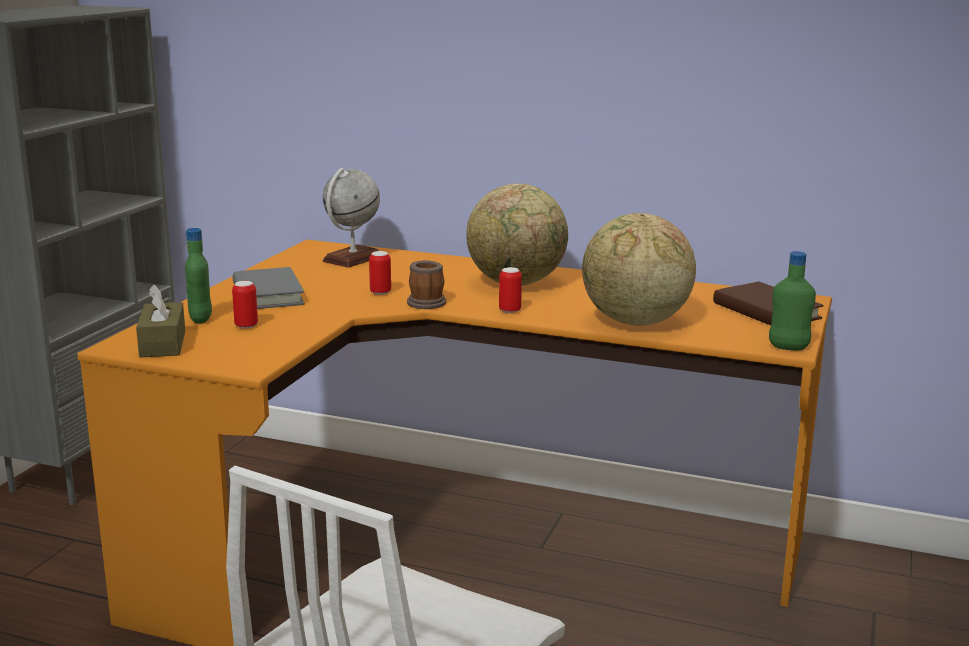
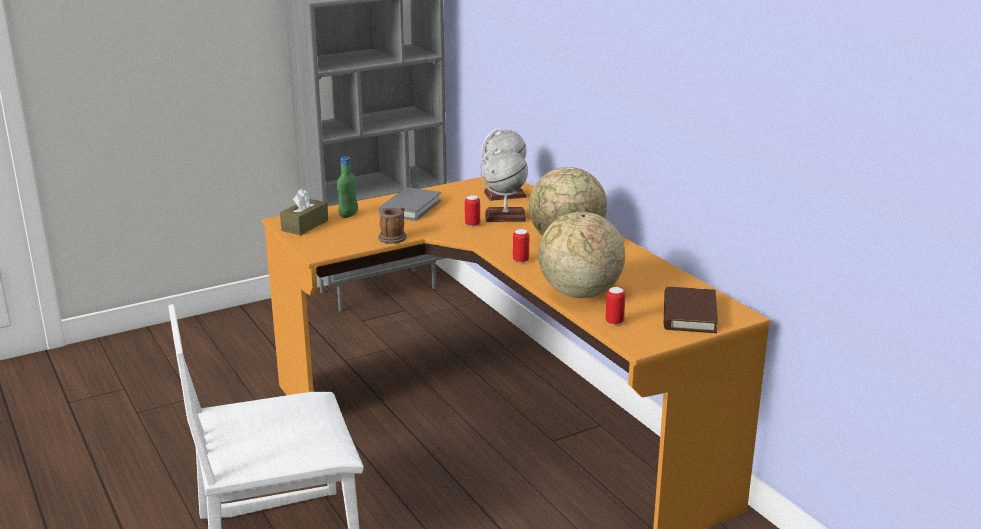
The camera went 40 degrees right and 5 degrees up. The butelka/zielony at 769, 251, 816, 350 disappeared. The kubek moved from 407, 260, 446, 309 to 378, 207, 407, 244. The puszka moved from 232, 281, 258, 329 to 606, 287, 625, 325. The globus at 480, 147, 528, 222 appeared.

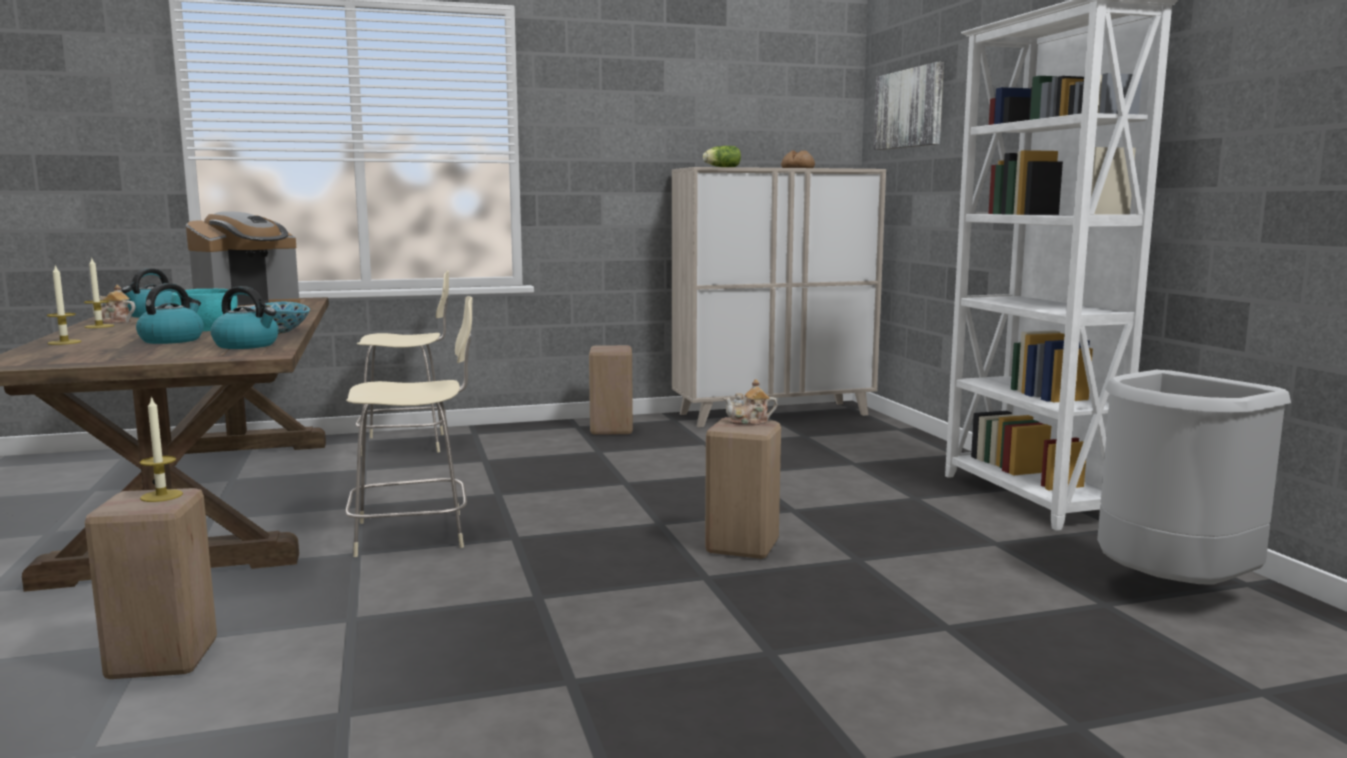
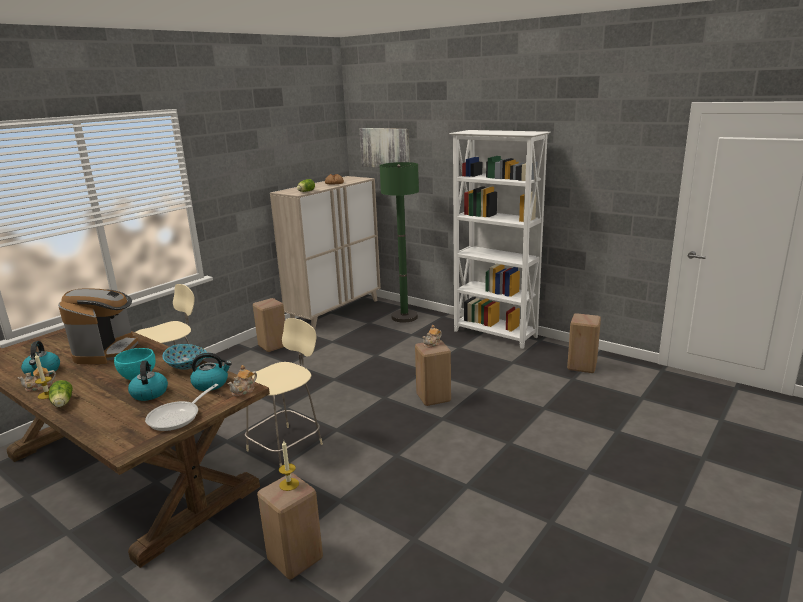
The camera went 35 degrees left and 10 degrees up. The świeca at 47, 264, 81, 345 disappeared. The kosz na śmieci/szary at 1097, 370, 1291, 585 was replaced by the stołek/beżowy at 567, 313, 601, 373. The lampa stojąca/zielony at 380, 162, 419, 323 appeared. The imbryk at 228, 365, 257, 396 appeared. The sałata at 49, 380, 73, 407 appeared. The patelnia at 145, 384, 218, 431 appeared.

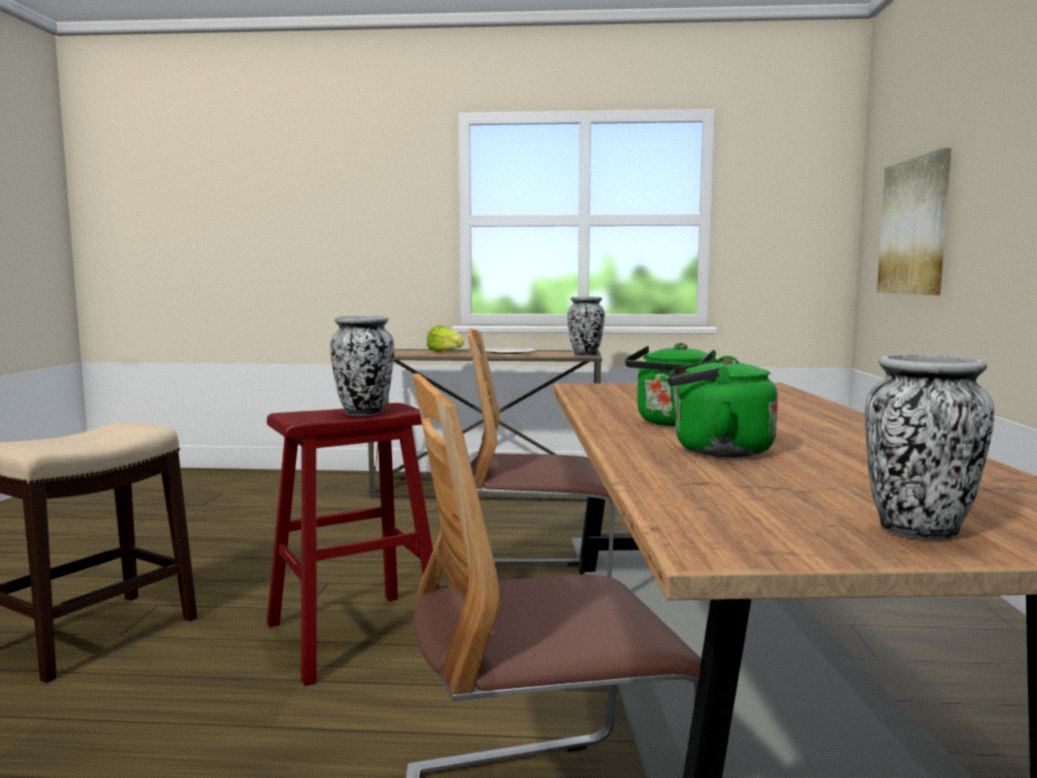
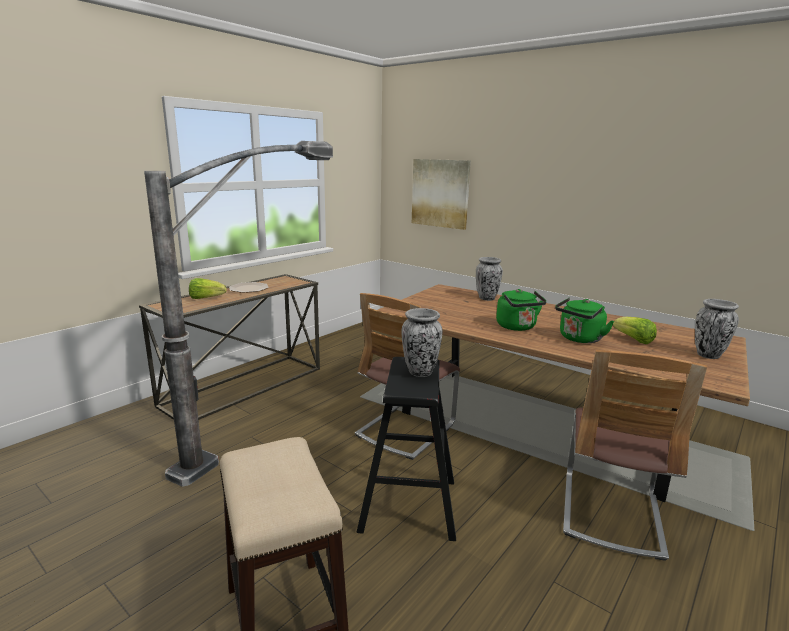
The camera went 55 degrees left and 10 degrees up. The wazon moved from 567, 297, 605, 356 to 476, 257, 503, 301. The stołek/czerwony at 267, 403, 439, 686 became the stołek/czarny at 356, 357, 456, 541. The lampa stojąca at 144, 141, 333, 487 appeared. The sałata at 613, 317, 657, 344 appeared.

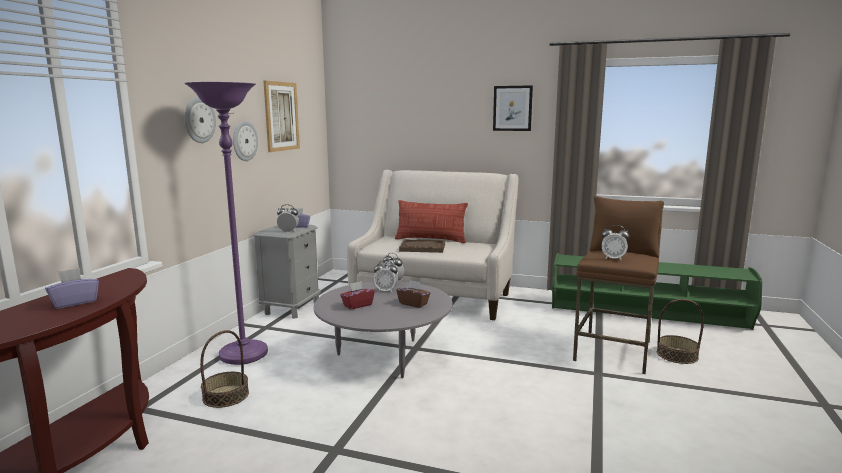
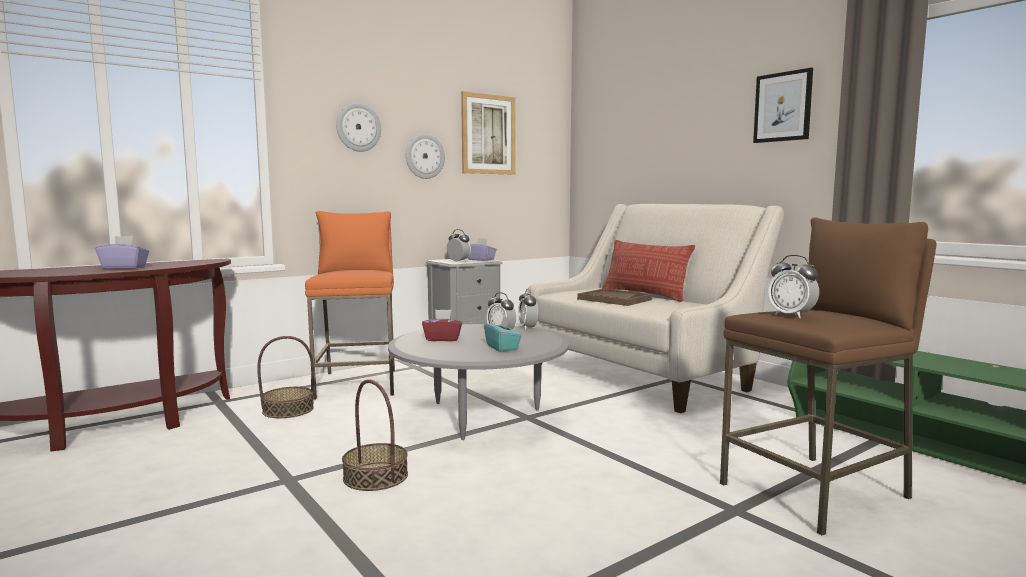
The camera went 35 degrees right and 5 degrees down. The lampa stojąca/fioletowy at 184, 82, 268, 365 was replaced by the stołek/pomarańczowy at 305, 211, 395, 400. The pudełko chusteczek/brązowy at 396, 280, 431, 308 became the pudełko chusteczek/turkusowy at 484, 316, 522, 352. The koszyk moved from 657, 299, 704, 364 to 342, 379, 408, 491.

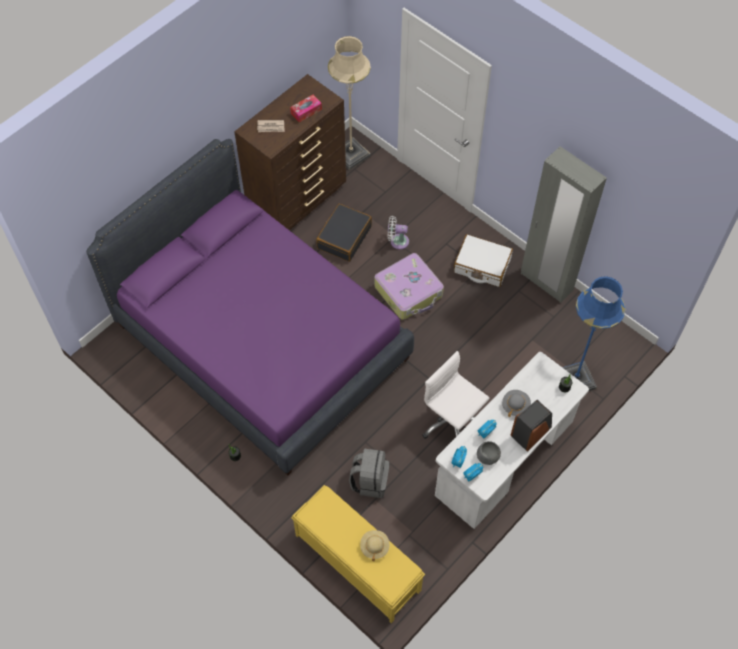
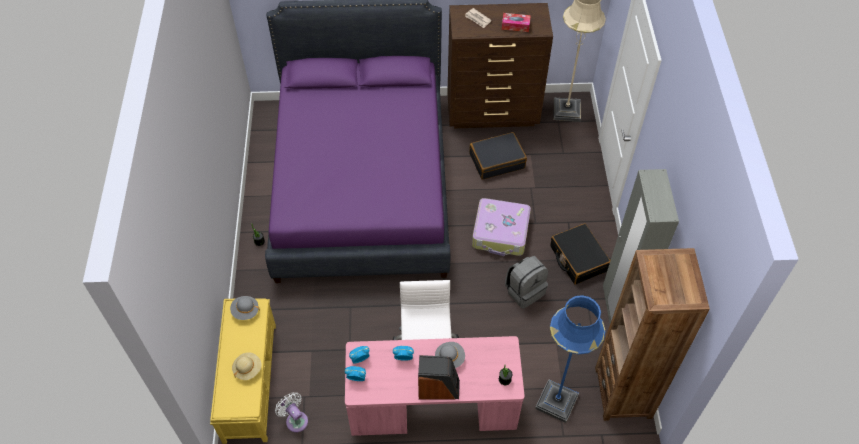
The camera went 45 degrees right and 5 degrees down. The wentylator/biały moved from 388, 216, 409, 250 to 275, 392, 308, 432. The walizka/biały at 454, 234, 513, 287 became the walizka/czarny at 550, 223, 611, 285. The biurko/biały at 435, 352, 589, 529 became the biurko/różowy at 345, 336, 525, 436. The miska/szary at 477, 441, 501, 465 disappeared. The plecak/szary moved from 349, 448, 389, 498 to 505, 256, 548, 309. The regał/brązowy at 595, 248, 710, 421 appeared. The kapelusz/szary at 230, 296, 260, 320 appeared.

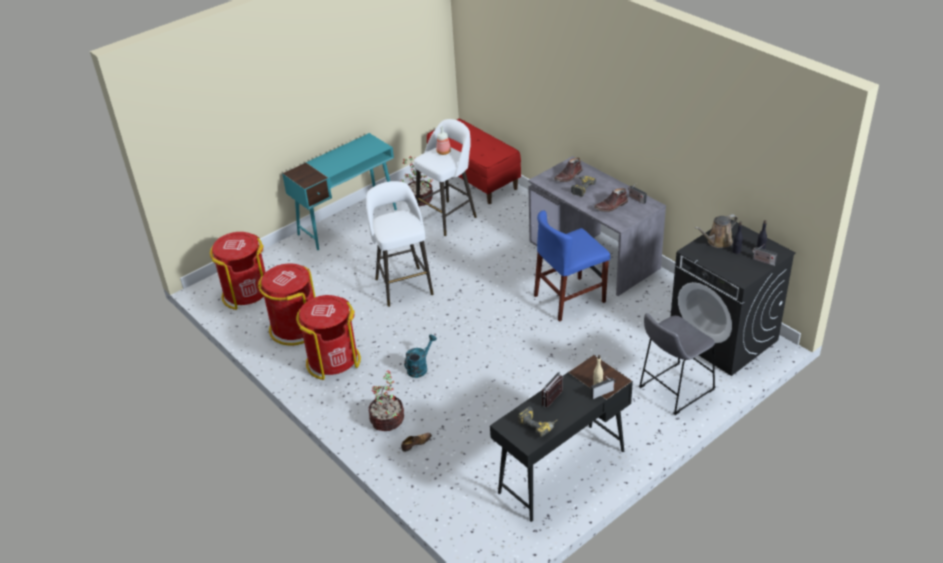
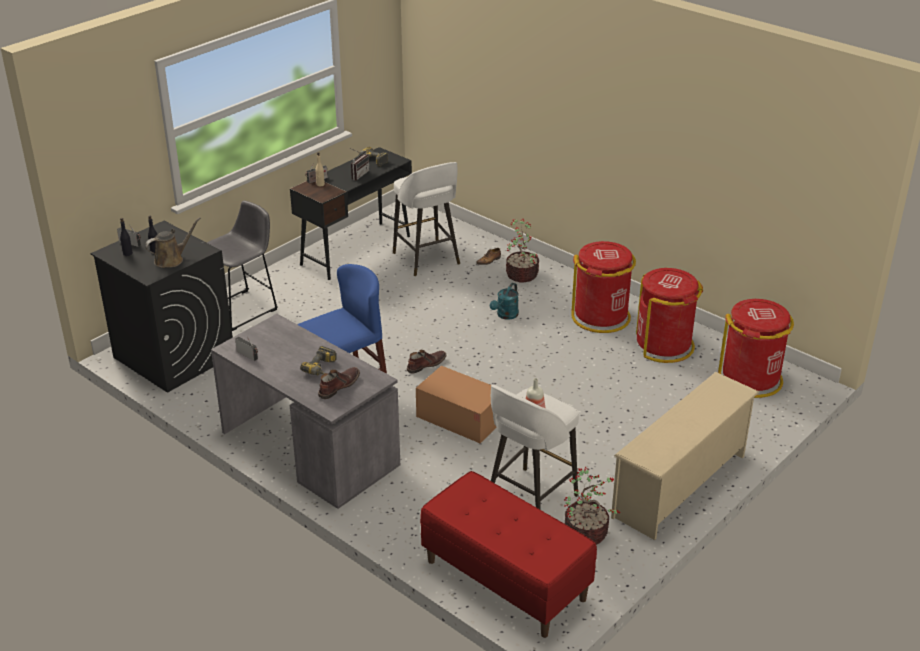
The camera went 170 degrees right and 5 degrees down. The biurko/turkusowy at 282, 133, 397, 250 was replaced by the regał na buty/beżowy at 611, 372, 759, 540. The stołek/biały moved from 366, 181, 434, 307 to 393, 162, 460, 276. The but z cholewką/brązowy moved from 594, 188, 628, 212 to 407, 350, 446, 373. The karton at 416, 366, 496, 443 appeared.

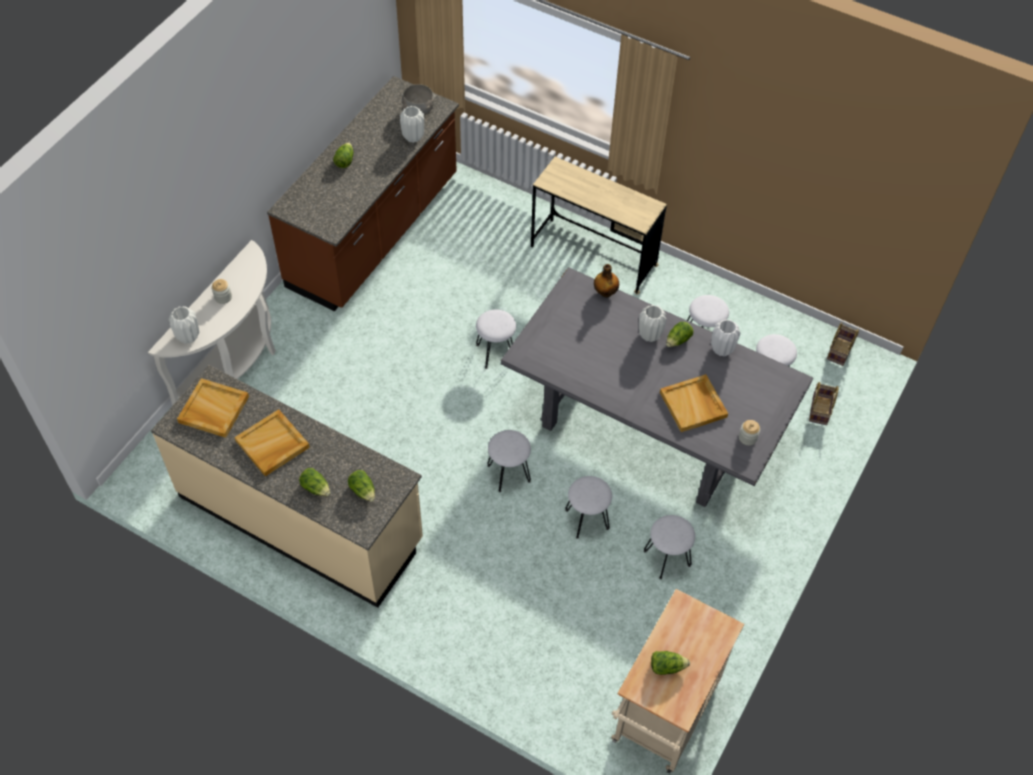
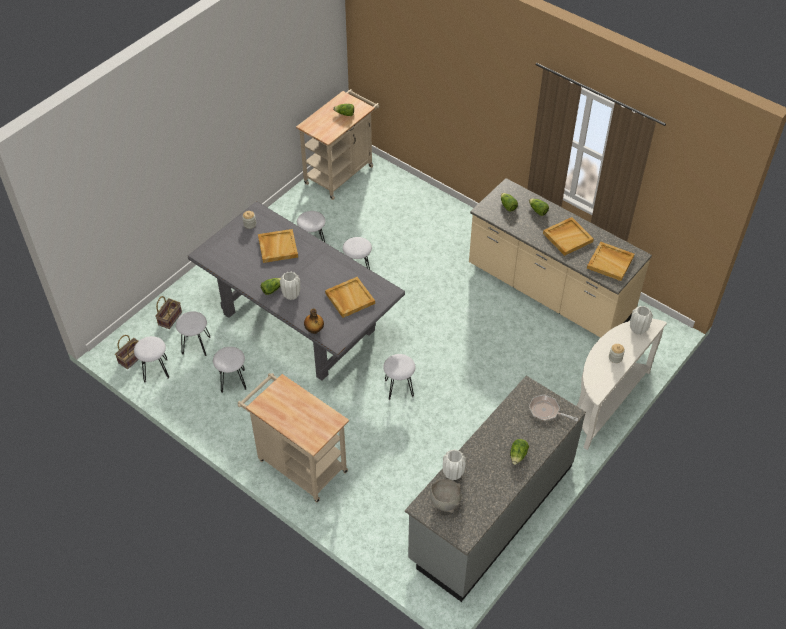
The camera went 170 degrees left and 5 degrees down. The zabudowa kuchenna/brązowy at 267, 76, 459, 311 became the zabudowa kuchenna/szary at 405, 376, 586, 602. The biurko/beżowy at 531, 157, 667, 295 was replaced by the wózek/beżowy at 238, 373, 349, 503. The wazon/biały at 711, 319, 740, 356 disappeared. The stołek/biały moved from 487, 430, 531, 492 to 134, 336, 169, 382. The taca/beżowy at 325, 277, 375, 318 appeared. The patelnia at 529, 394, 578, 421 appeared.

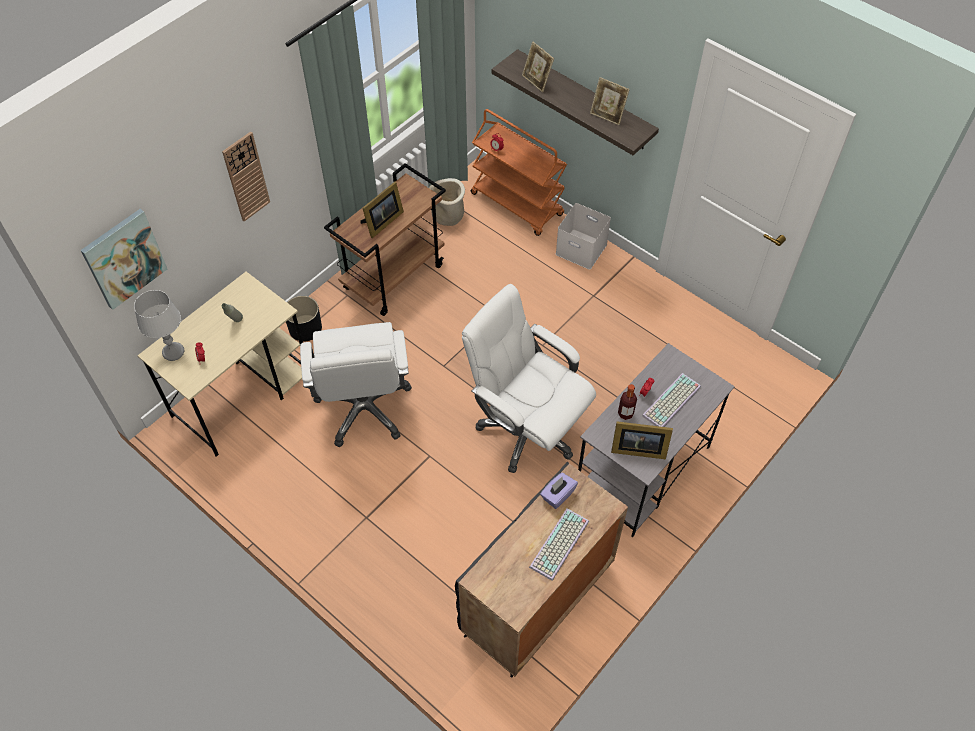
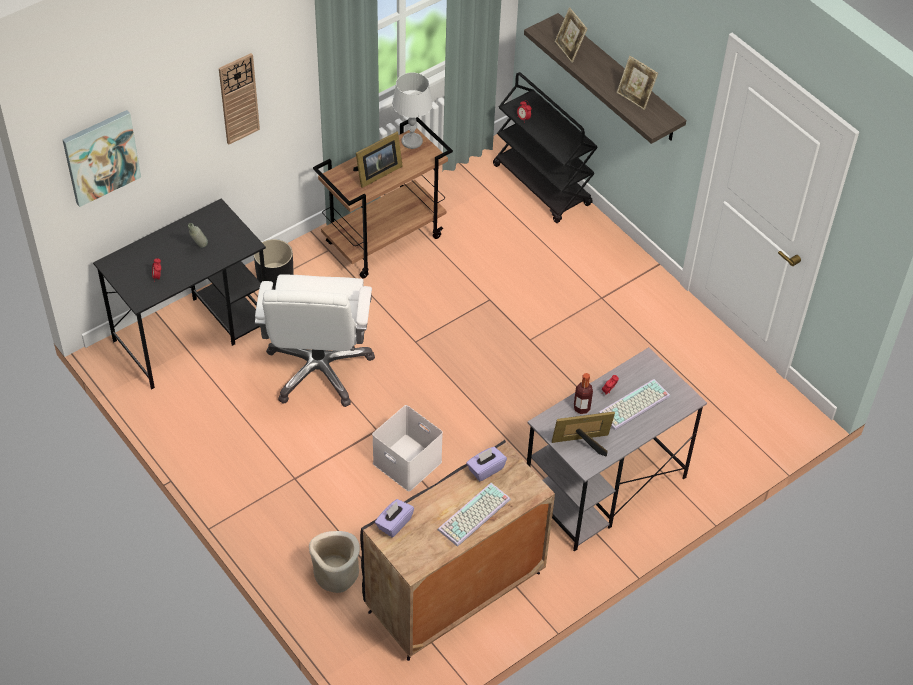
The camera went 10 degrees right and 5 degrees down. The wózek/pomarańczowy at 471, 109, 567, 236 became the wózek/czarny at 493, 72, 598, 223. The donica/beżowy moved from 429, 178, 465, 226 to 309, 531, 360, 593. The pojemnik do przechowywania/biały moved from 556, 203, 611, 270 to 372, 405, 443, 491. The biurko/beżowy at 138, 272, 303, 457 became the biurko/czarny at 93, 198, 266, 390. The krzesło biurowe/biały at 462, 284, 596, 473 disappeared. The lampa stołowa/szary moved from 134, 290, 184, 361 to 392, 72, 433, 149. The ramka na zdjęcie at 611, 421, 673, 459 turned 150 degrees clockwise. The pudełko chusteczek/fioletowy at 375, 499, 414, 538 appeared.

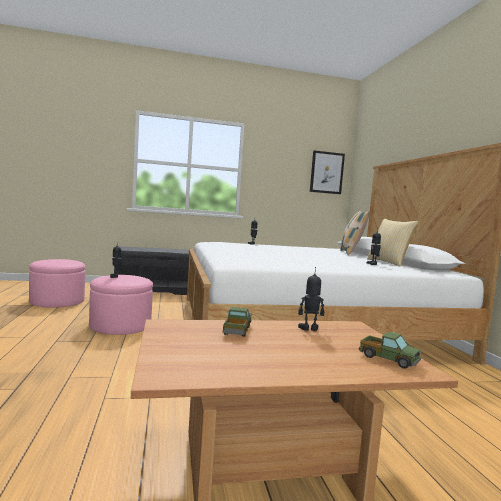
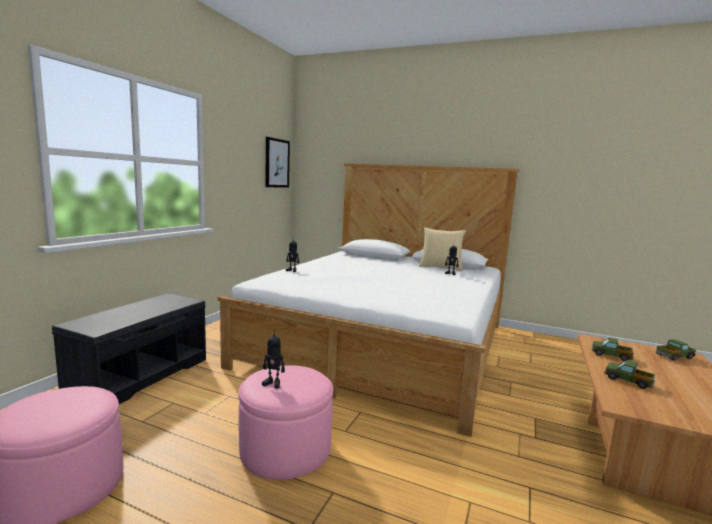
The camera went 55 degrees left and 5 degrees up. The poduszka at 340, 211, 370, 255 disappeared. The robot zabawkowy at 298, 267, 324, 331 was replaced by the ciężarówka zabawkowa at 592, 338, 633, 361.

